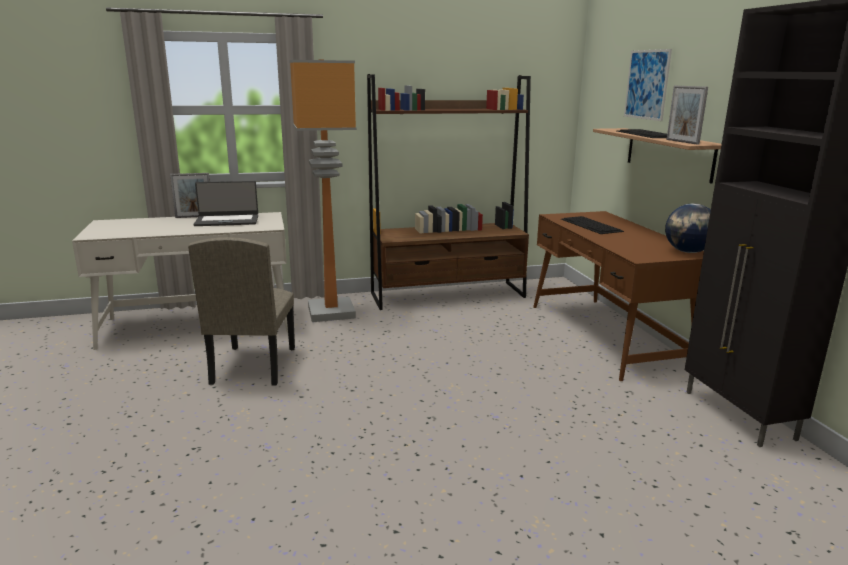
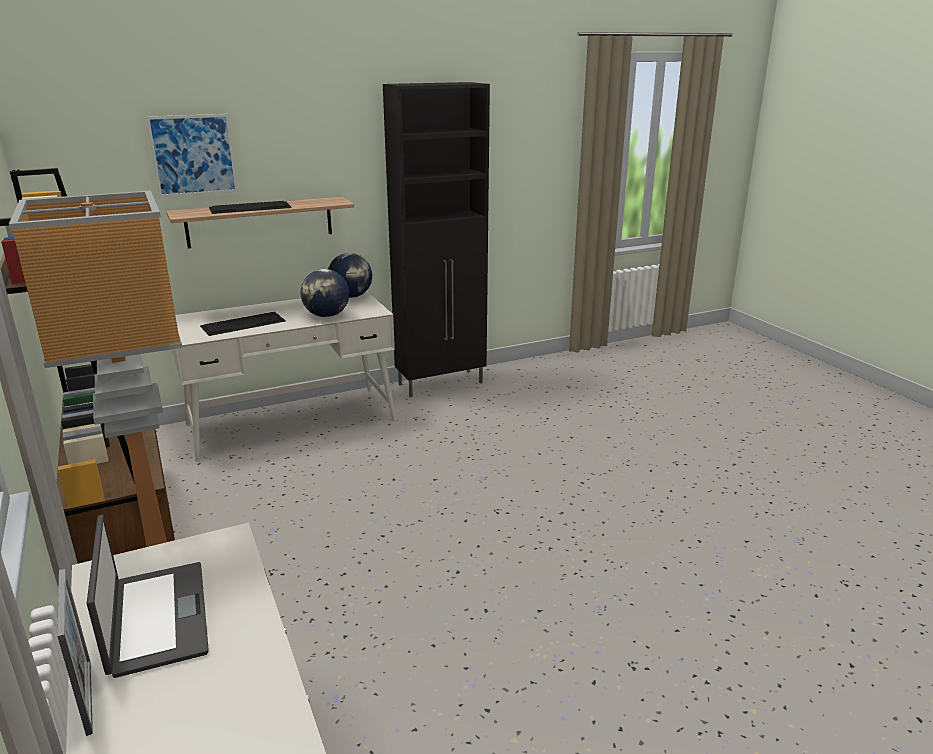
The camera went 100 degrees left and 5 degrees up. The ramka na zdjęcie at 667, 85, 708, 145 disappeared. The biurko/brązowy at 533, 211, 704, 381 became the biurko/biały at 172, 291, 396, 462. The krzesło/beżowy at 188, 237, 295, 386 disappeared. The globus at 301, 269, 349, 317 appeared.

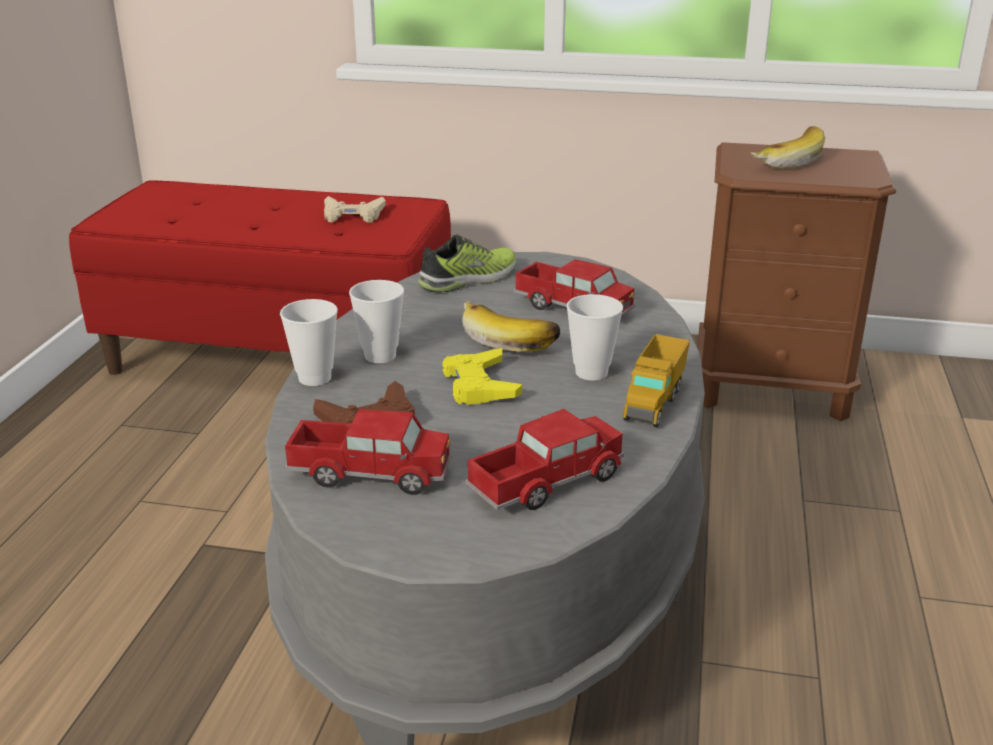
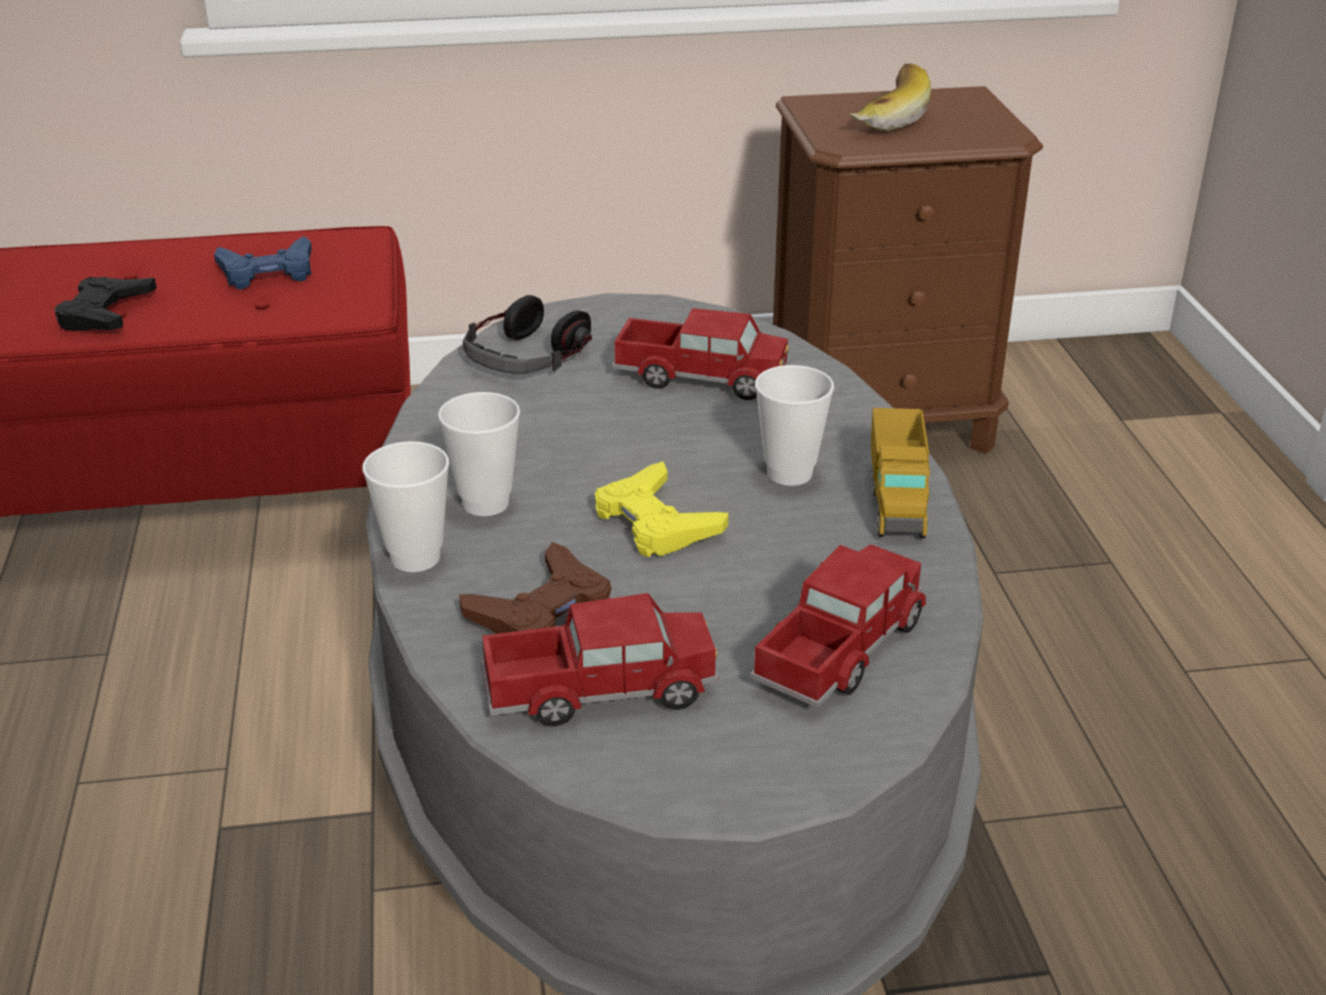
The camera went 20 degrees left and 5 degrees up. The pad do gier/beżowy at 324, 196, 386, 223 became the pad do gier/niebieski at 214, 236, 312, 289. The but at 418, 234, 516, 293 was replaced by the słuchawki at 463, 295, 592, 374. The banan at 462, 300, 560, 352 disappeared. The pad do gier/czarny at 55, 277, 157, 331 appeared.

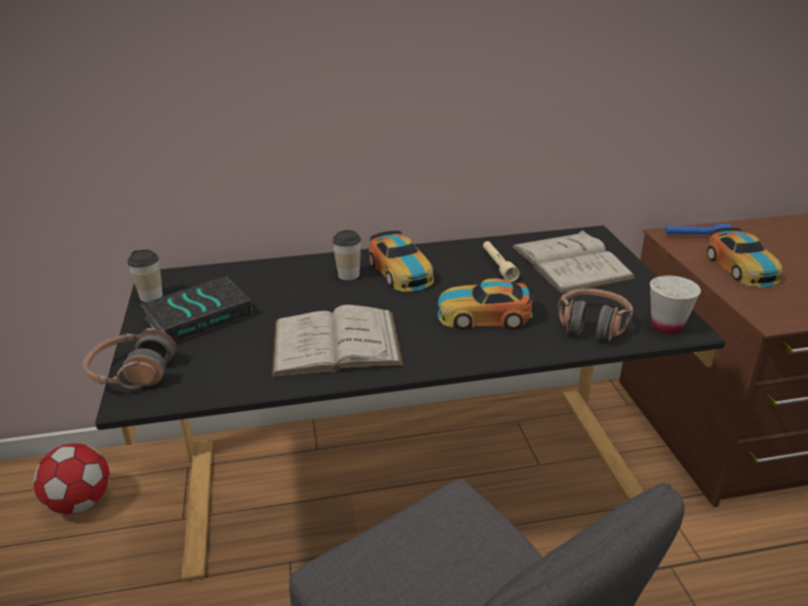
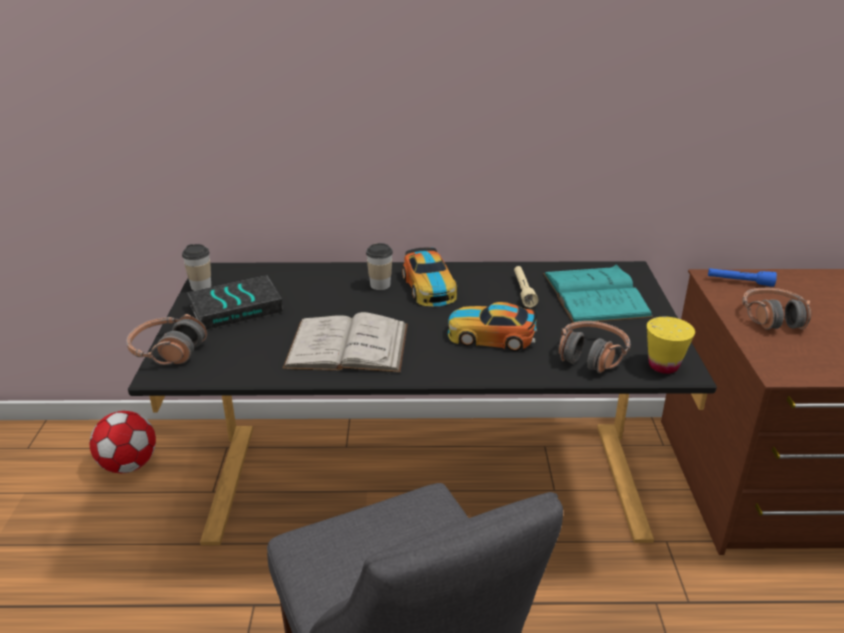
The camera went 10 degrees right and 0 degrees up. The samochodzik at 706, 227, 782, 287 was replaced by the słuchawki at 742, 288, 811, 330. The książka/biały at 511, 230, 636, 294 became the książka/turkusowy at 543, 264, 653, 323. The filiżanka/biały at 650, 275, 701, 334 became the filiżanka/żółty at 647, 317, 695, 374.

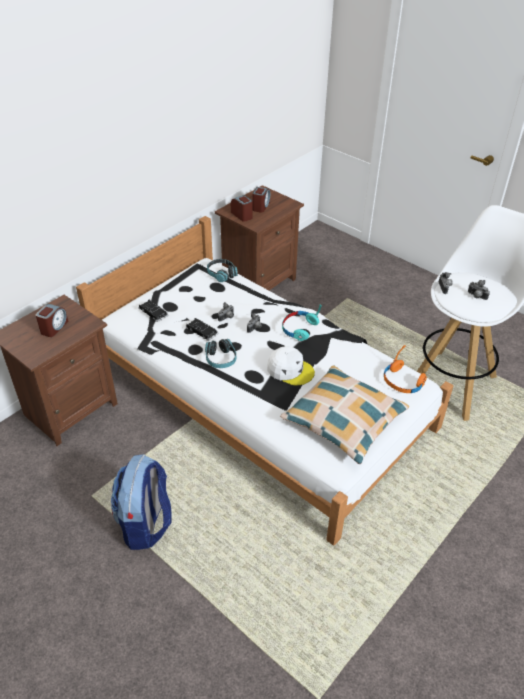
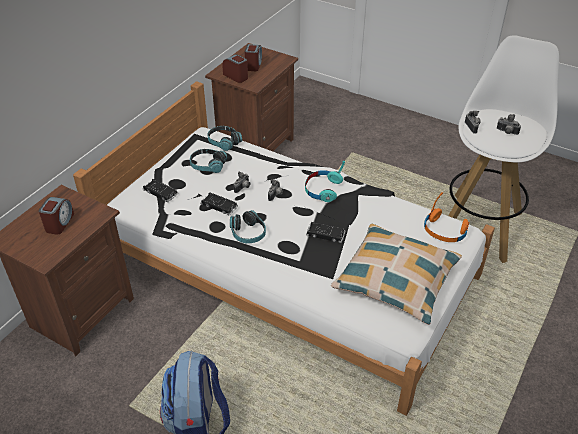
The camera went 10 degrees left and 0 degrees up. The czapka z daszkiem/biały at 267, 346, 315, 385 was replaced by the samochodzik/czarny at 306, 222, 345, 243. The słuchawki at 190, 149, 227, 173 appeared.

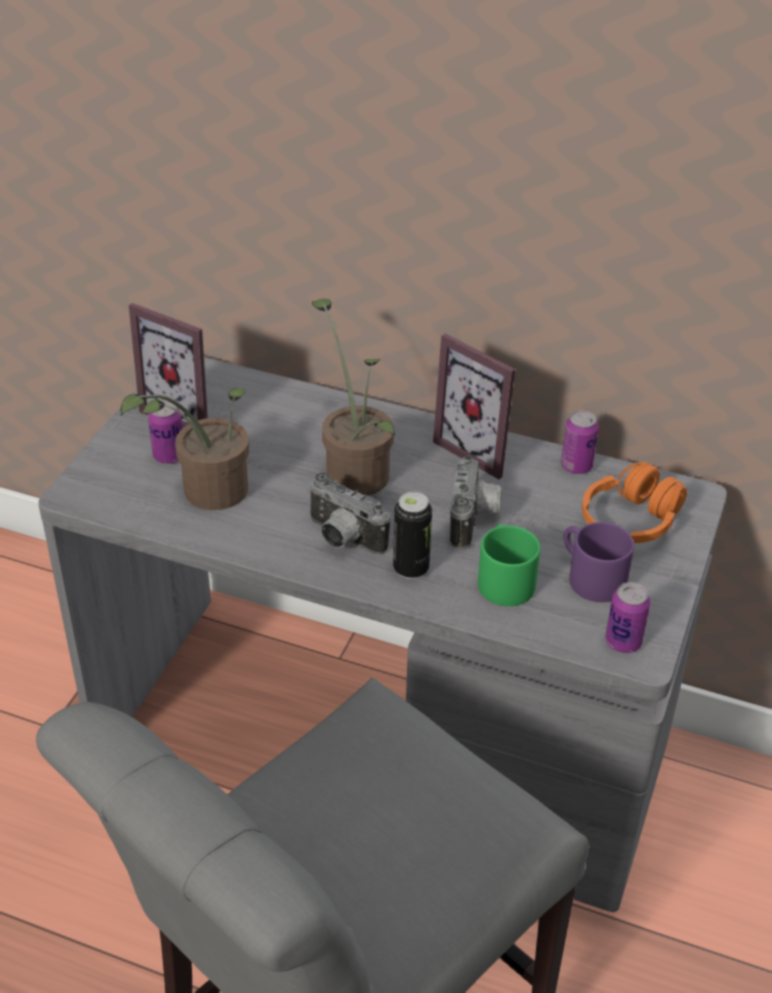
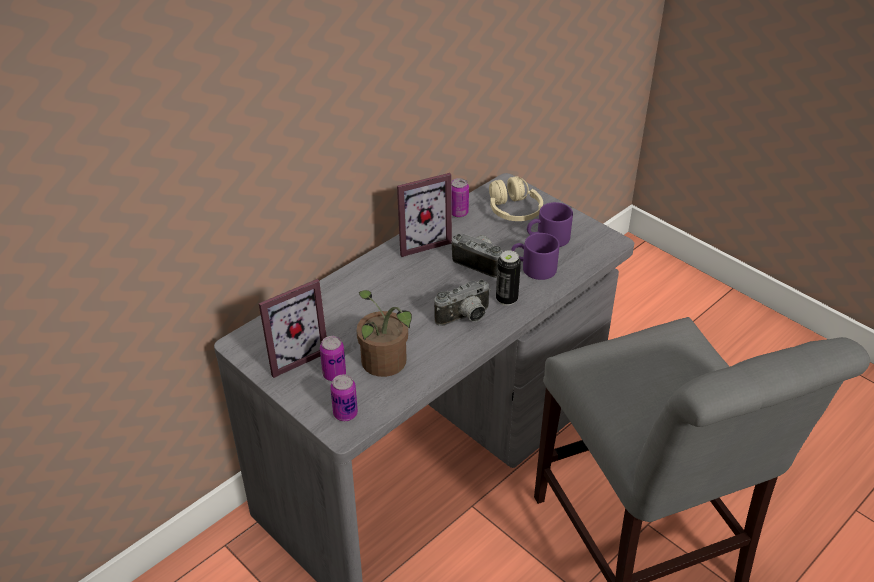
The camera went 65 degrees left and 0 degrees up. The roślina doniczkowa at 312, 299, 395, 496 disappeared. The słuchawki/pomarańczowy at 582, 462, 687, 543 became the słuchawki/beżowy at 489, 176, 543, 221. The kubek/zielony at 478, 524, 540, 606 became the kubek/fioletowy at 511, 233, 560, 280. The puszka moved from 605, 582, 650, 653 to 330, 374, 358, 421.

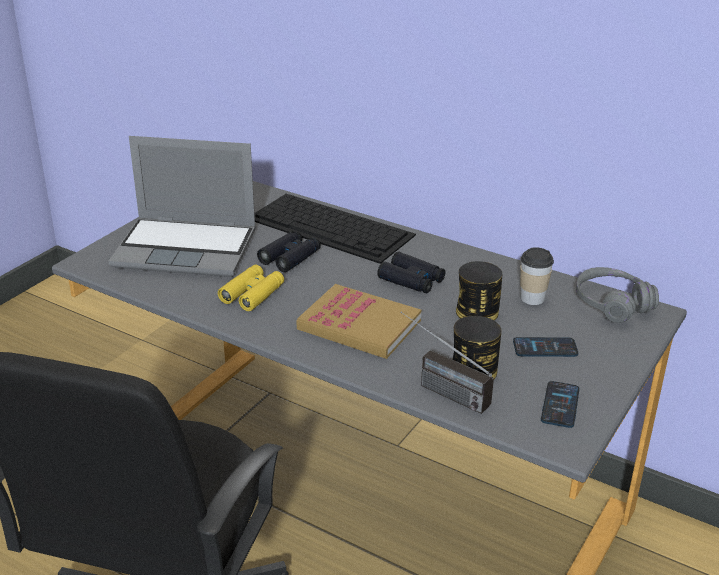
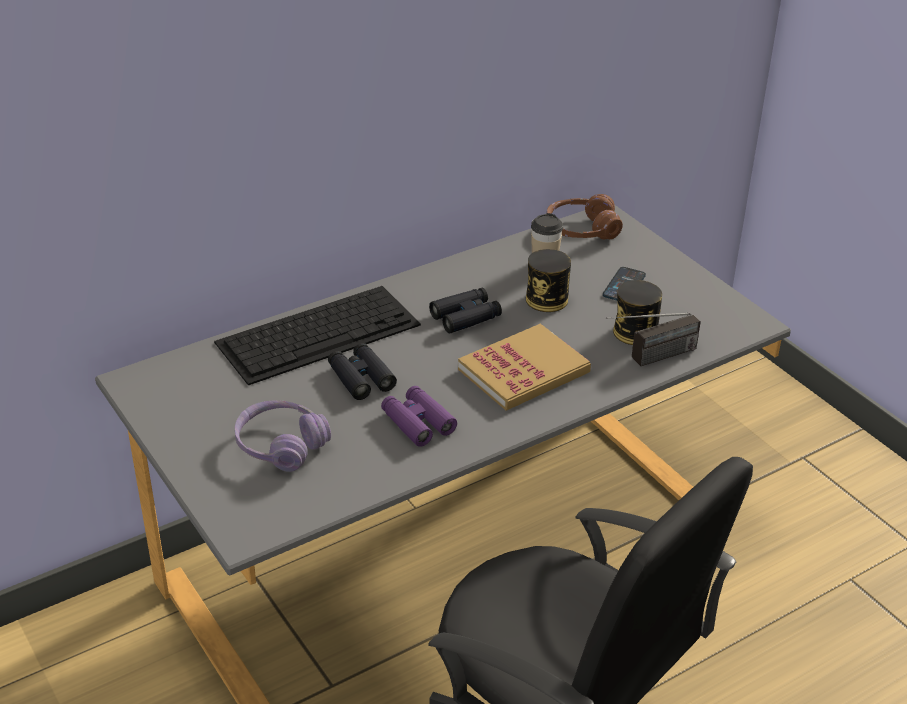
The camera went 65 degrees left and 5 degrees up. The laptop at 108, 136, 256, 277 was replaced by the słuchawki/fioletowy at 235, 400, 331, 472. The lornetka/żółty at 218, 265, 284, 311 became the lornetka/fioletowy at 381, 386, 457, 447. The słuchawki/szary at 576, 267, 659, 323 became the słuchawki/brązowy at 547, 194, 623, 239. The telefon at 541, 381, 580, 428 disappeared.

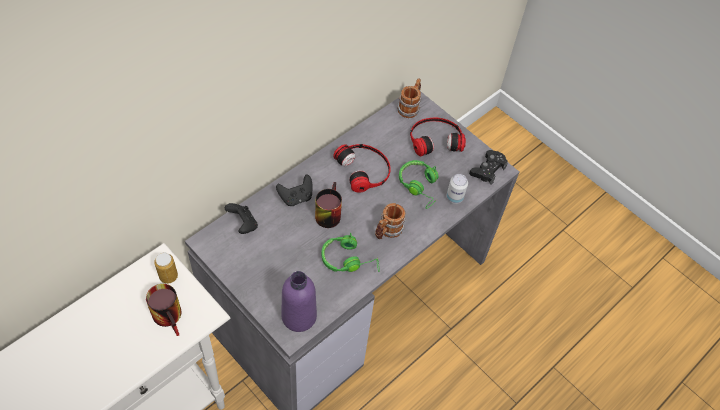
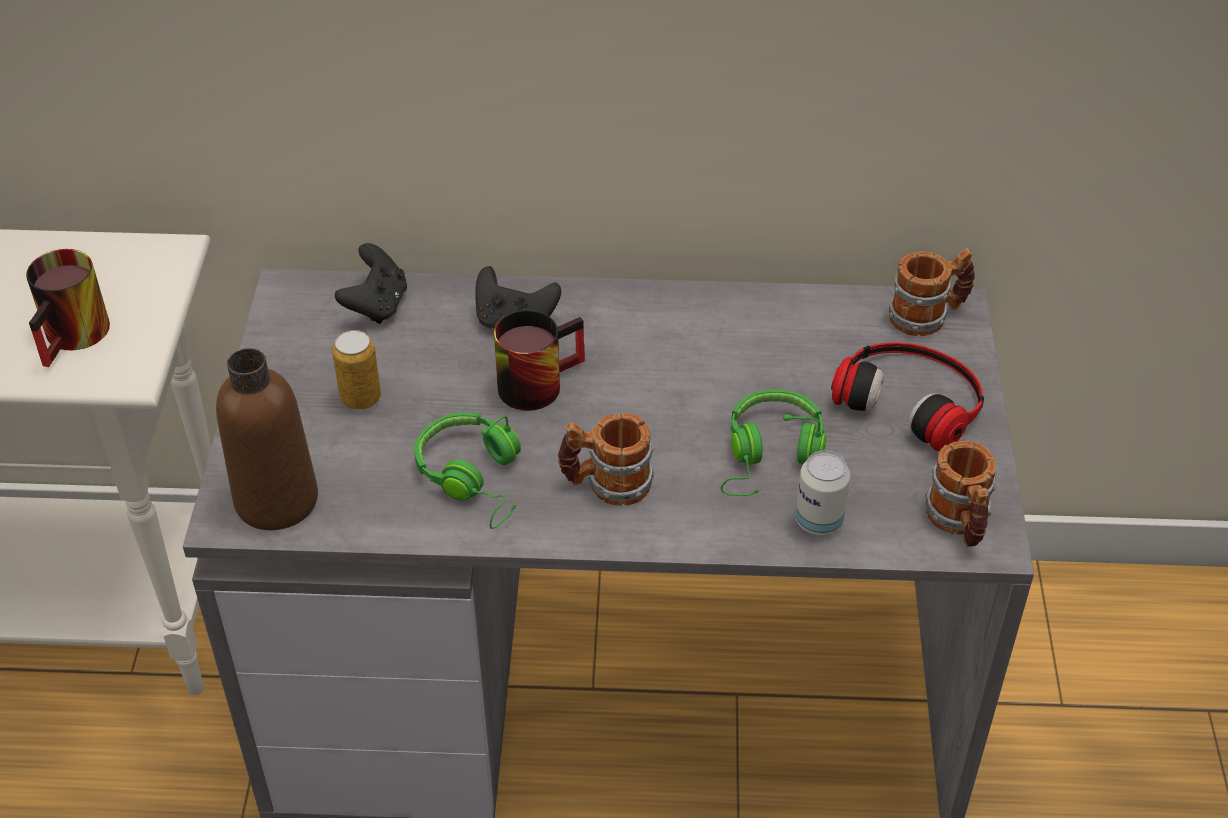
The camera went 50 degrees right and 10 degrees down. The słuchawki at 333, 144, 391, 193 disappeared. The pad do gier/czarny at 469, 150, 508, 185 was replaced by the kubek at 925, 440, 997, 547. The puszka moved from 154, 253, 178, 284 to 332, 330, 381, 409. The butelka/fioletowy at 281, 271, 317, 332 became the butelka/brązowy at 216, 348, 318, 530.

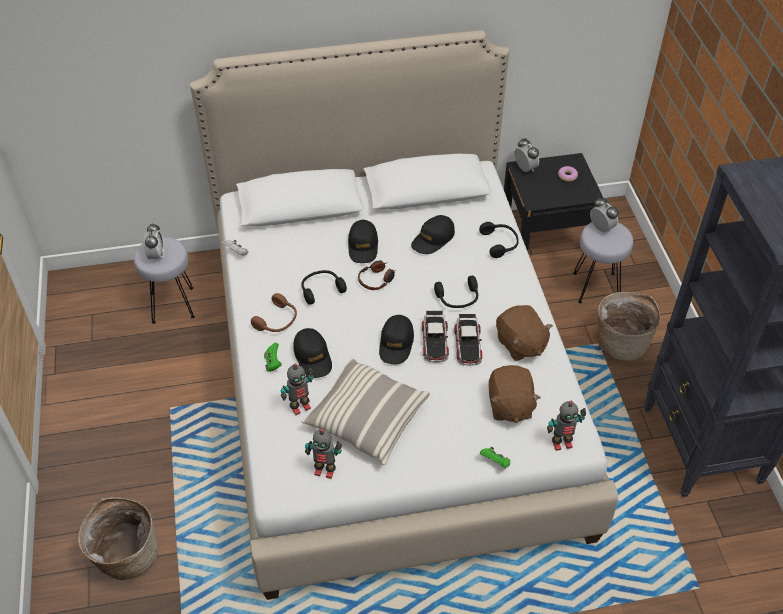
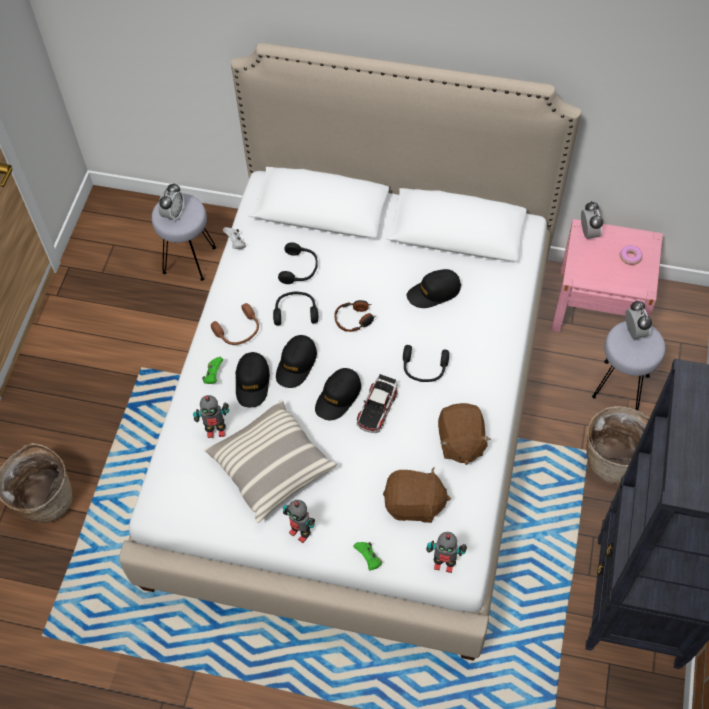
The camera went 25 degrees right and 10 degrees up. The szafka nocna/czarny at 504, 153, 603, 251 became the szafka nocna/różowy at 551, 219, 663, 332. The czapka z daszkiem/czarny moved from 348, 220, 378, 263 to 276, 335, 317, 388. The słuchawki/czarny moved from 479, 222, 519, 258 to 278, 242, 318, 284. The samochodzik at 454, 313, 482, 366 disappeared. The pluszak/brązowy at 489, 365, 541, 423 turned 105 degrees counterclockwise. The robot zabawkowy moved from 305, 428, 342, 479 to 283, 500, 315, 543.

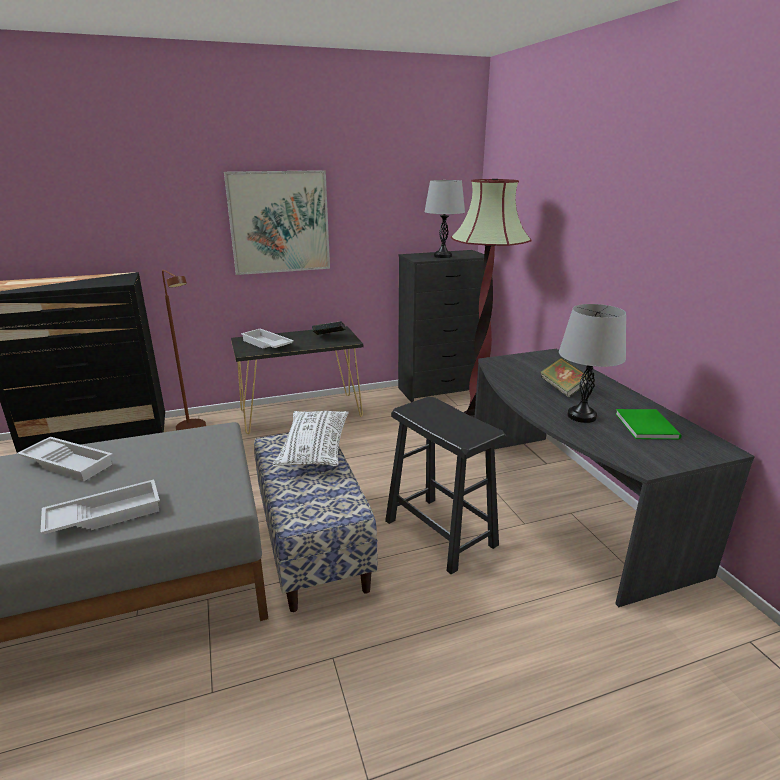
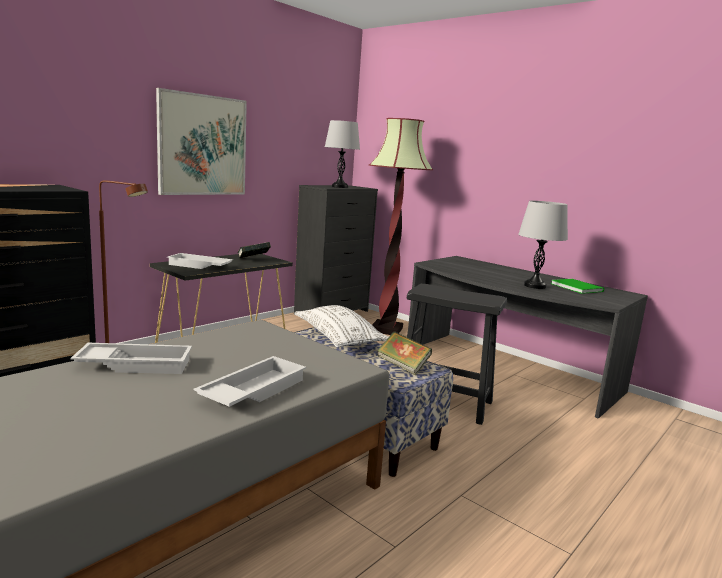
The camera went 30 degrees left and 10 degrees down. The książka moved from 540, 357, 590, 398 to 377, 331, 432, 375.

